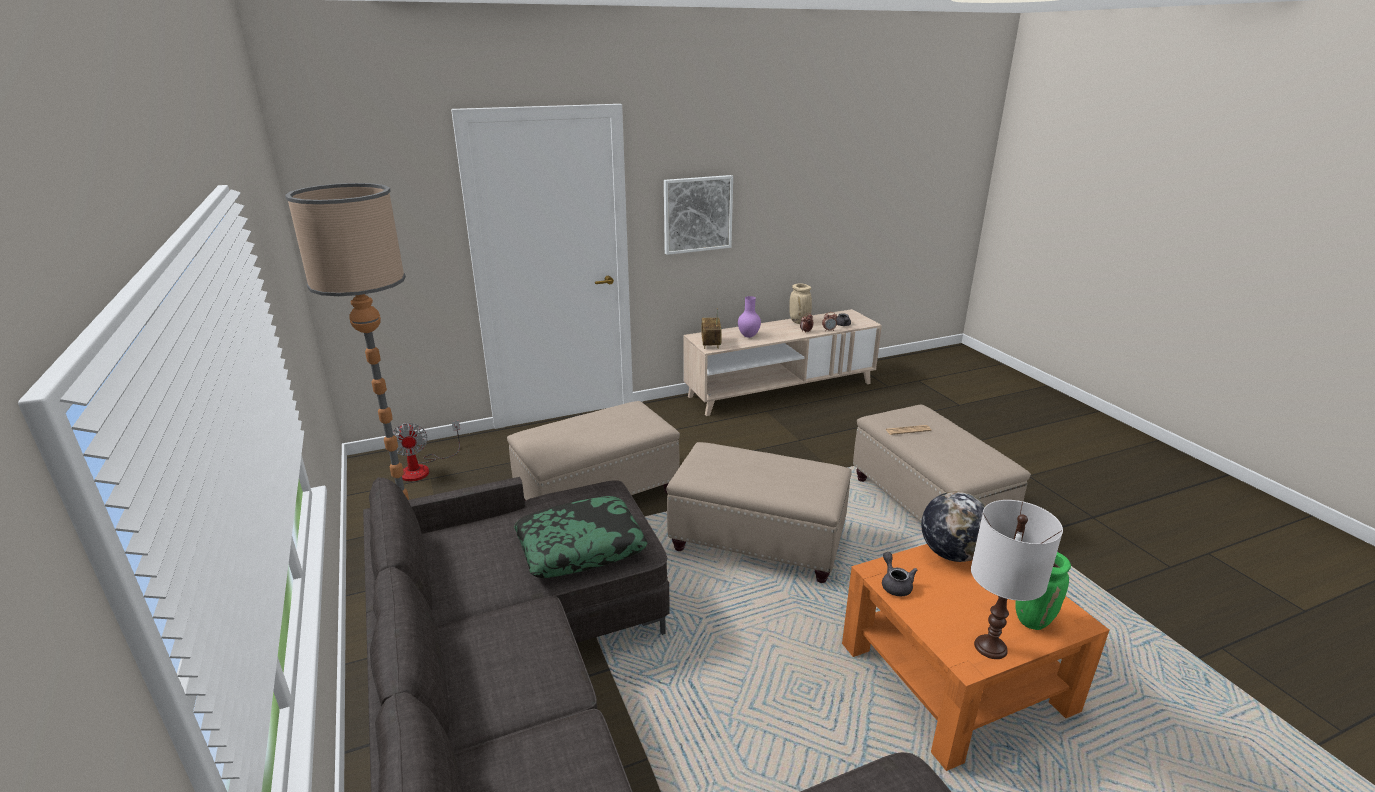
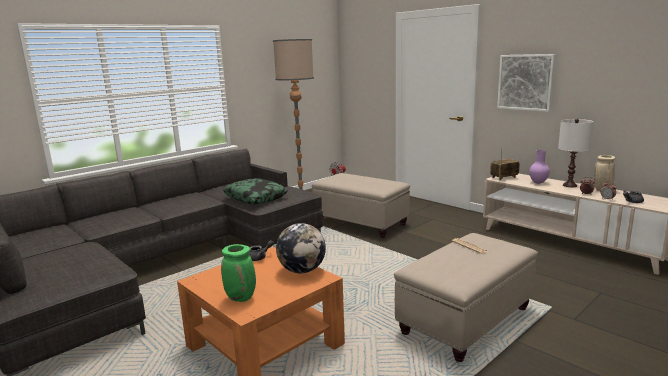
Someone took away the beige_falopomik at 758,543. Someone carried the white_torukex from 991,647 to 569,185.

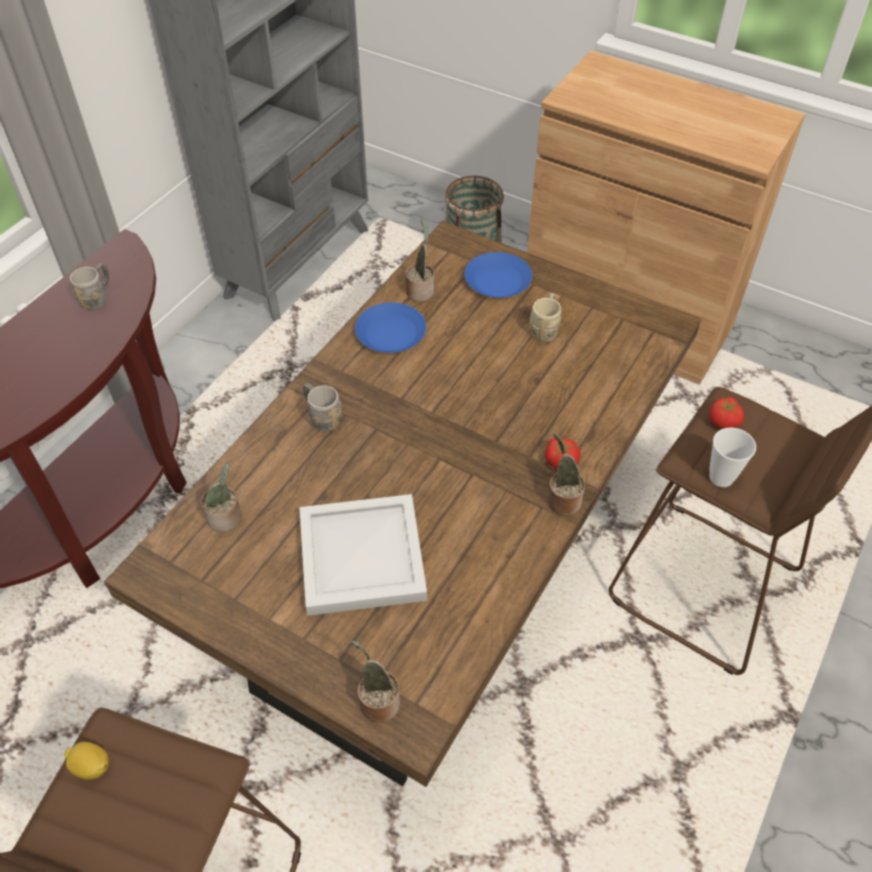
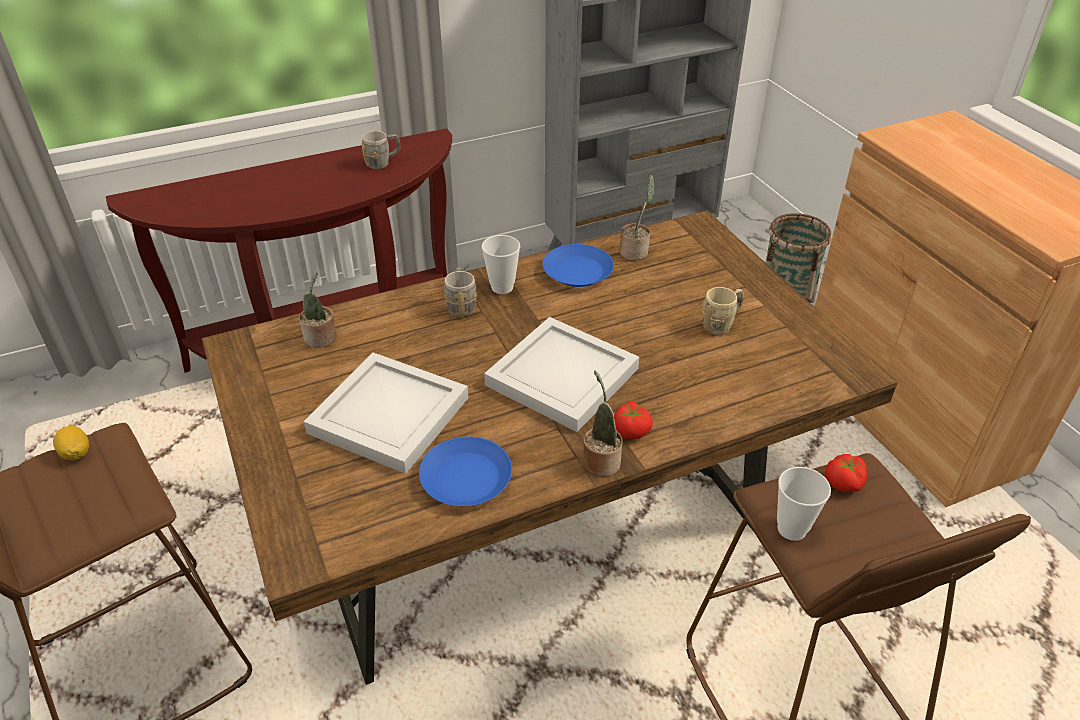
Someone took away the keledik at 377,702. Someone put down the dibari at 502,287. Someone put down the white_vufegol at 562,378. Someone carried the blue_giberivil from 498,280 to 467,477.

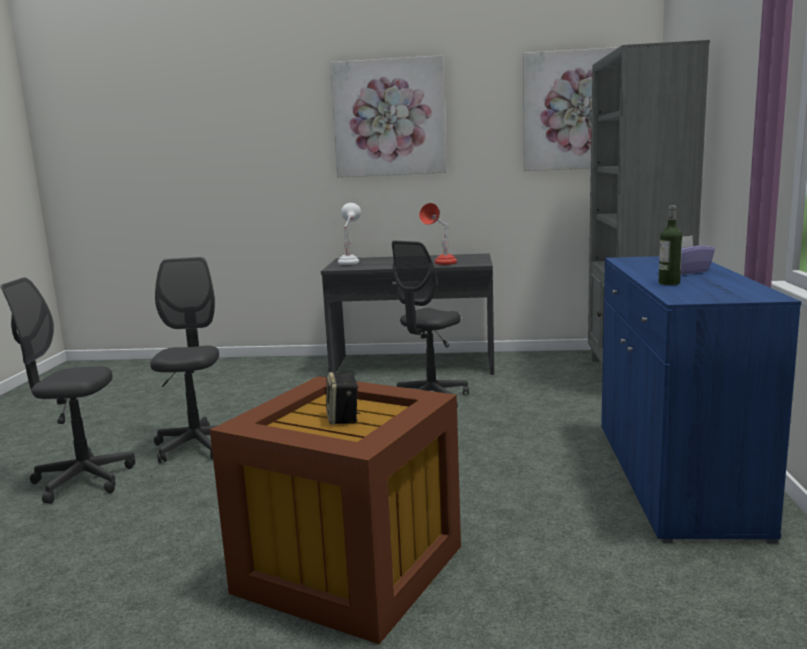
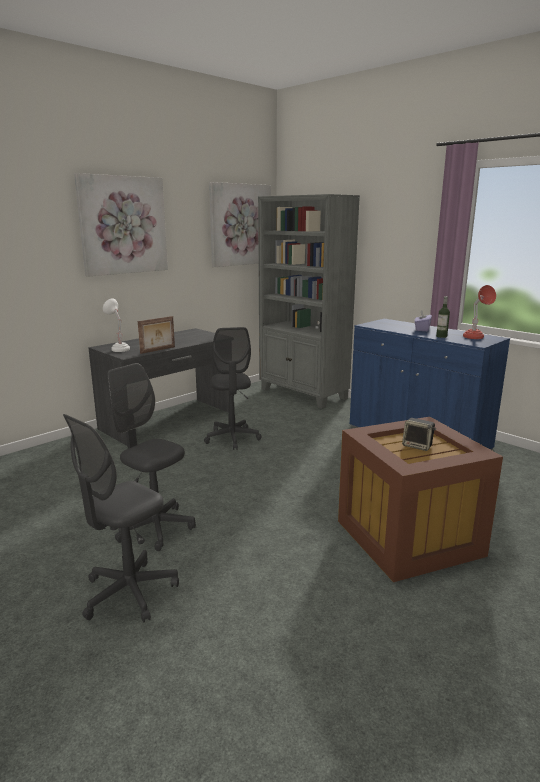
Someone put down the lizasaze at 158,350. Someone carried the red_torukex from 441,264 to 475,338.

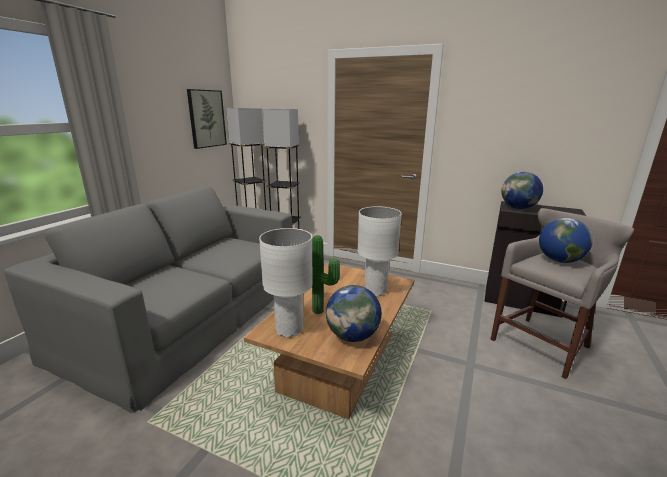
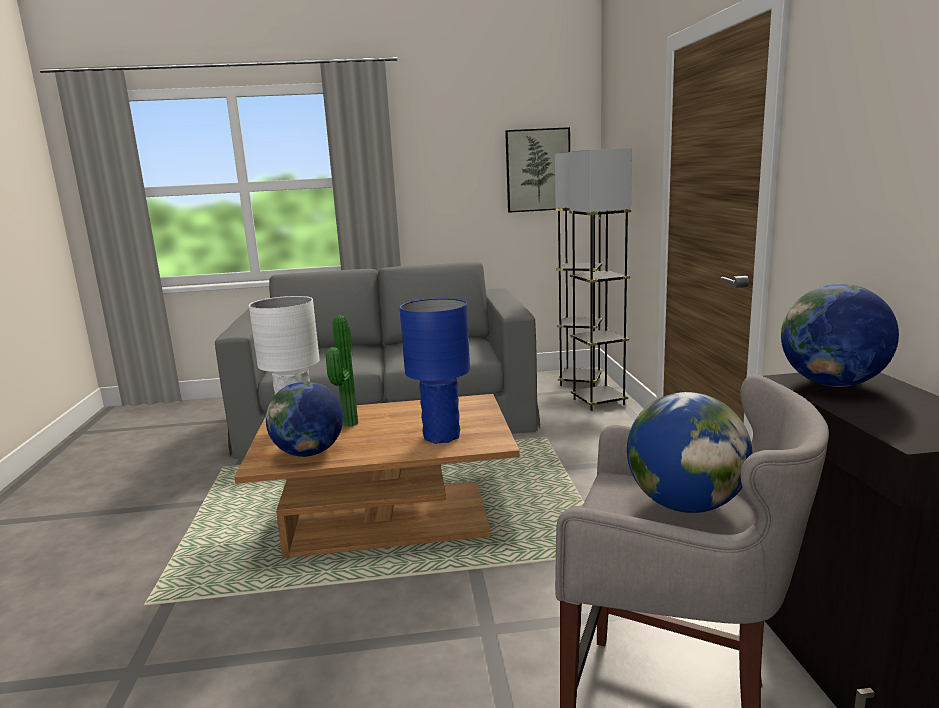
Someone repainted the white_torukex at 375,291, which became the blue_torukex at 441,436.

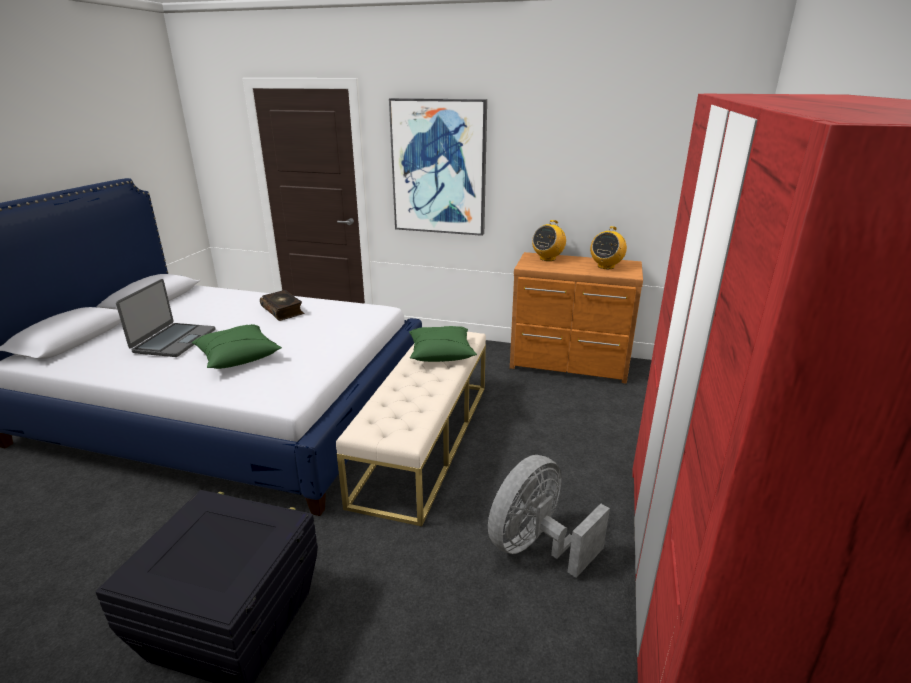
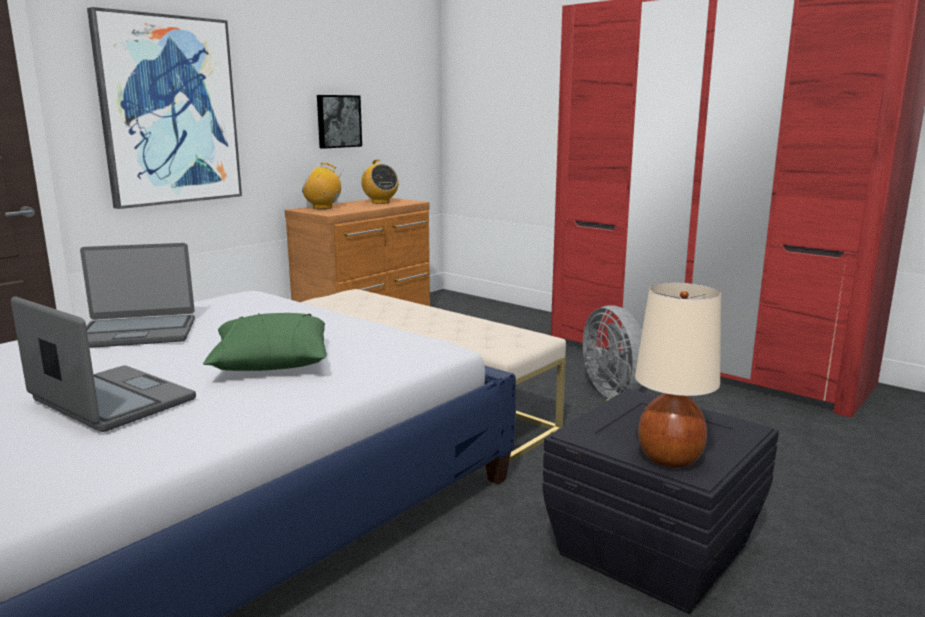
Someone took away the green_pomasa at 441,353. Someone put up the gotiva at 338,121. Someone put down the beige_torukex at 670,459. Someone swapped the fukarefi at 283,310 for the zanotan at 137,333. Someone rotated the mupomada at 547,258 by 120 degrees clockwise.

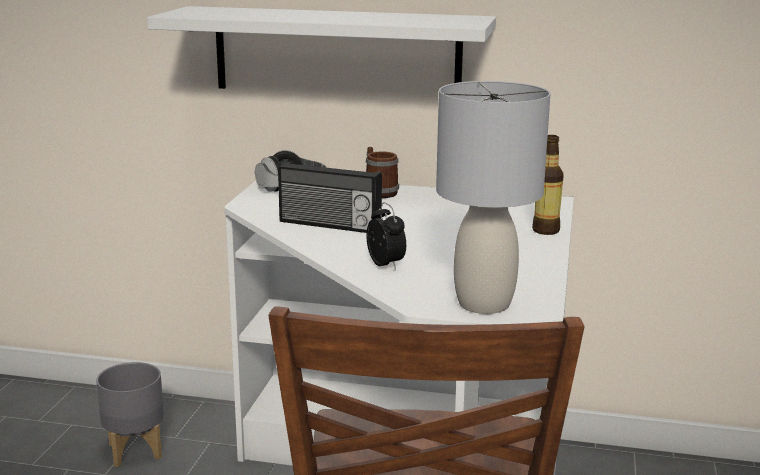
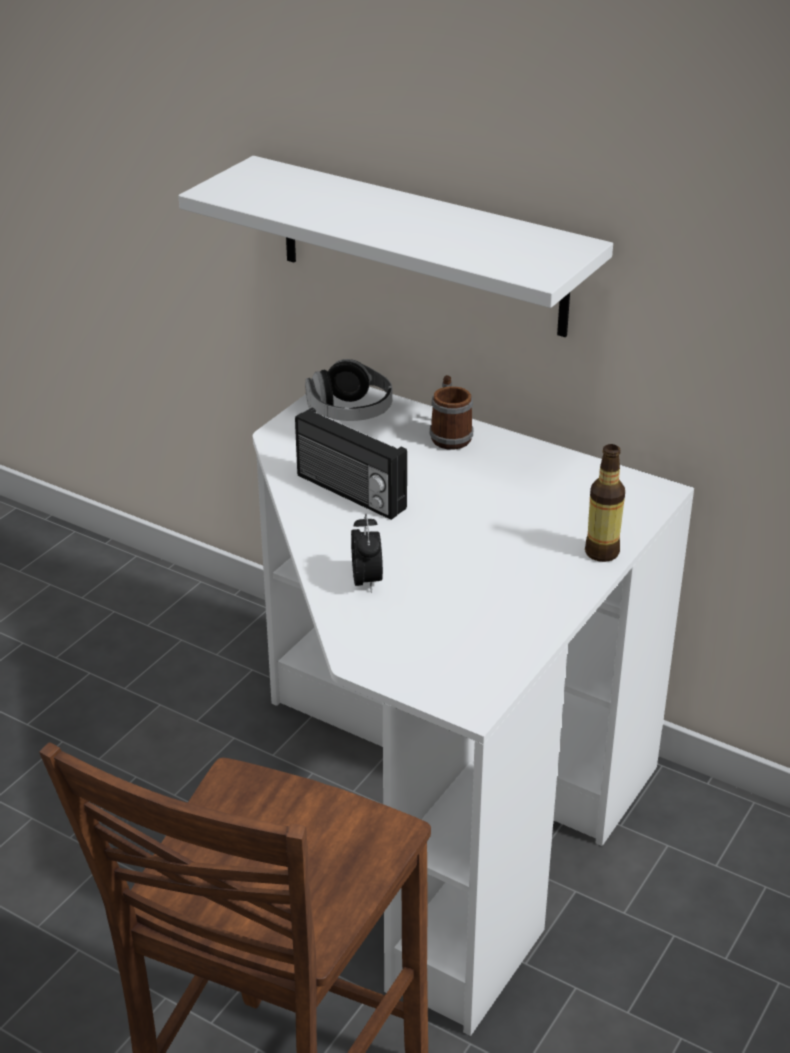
Someone took away the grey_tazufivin at 135,450. Someone took away the grey_torukex at 483,304.

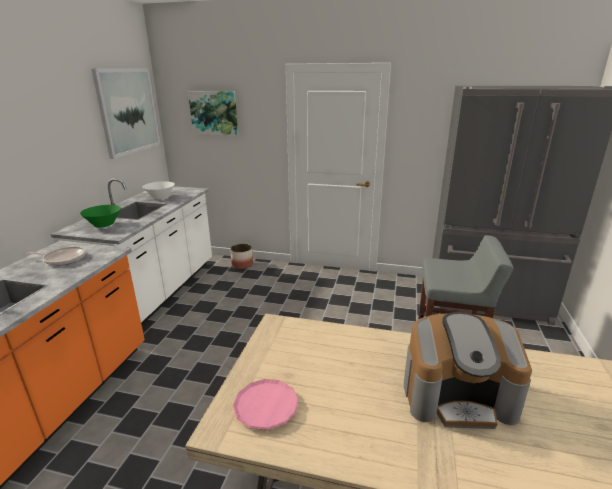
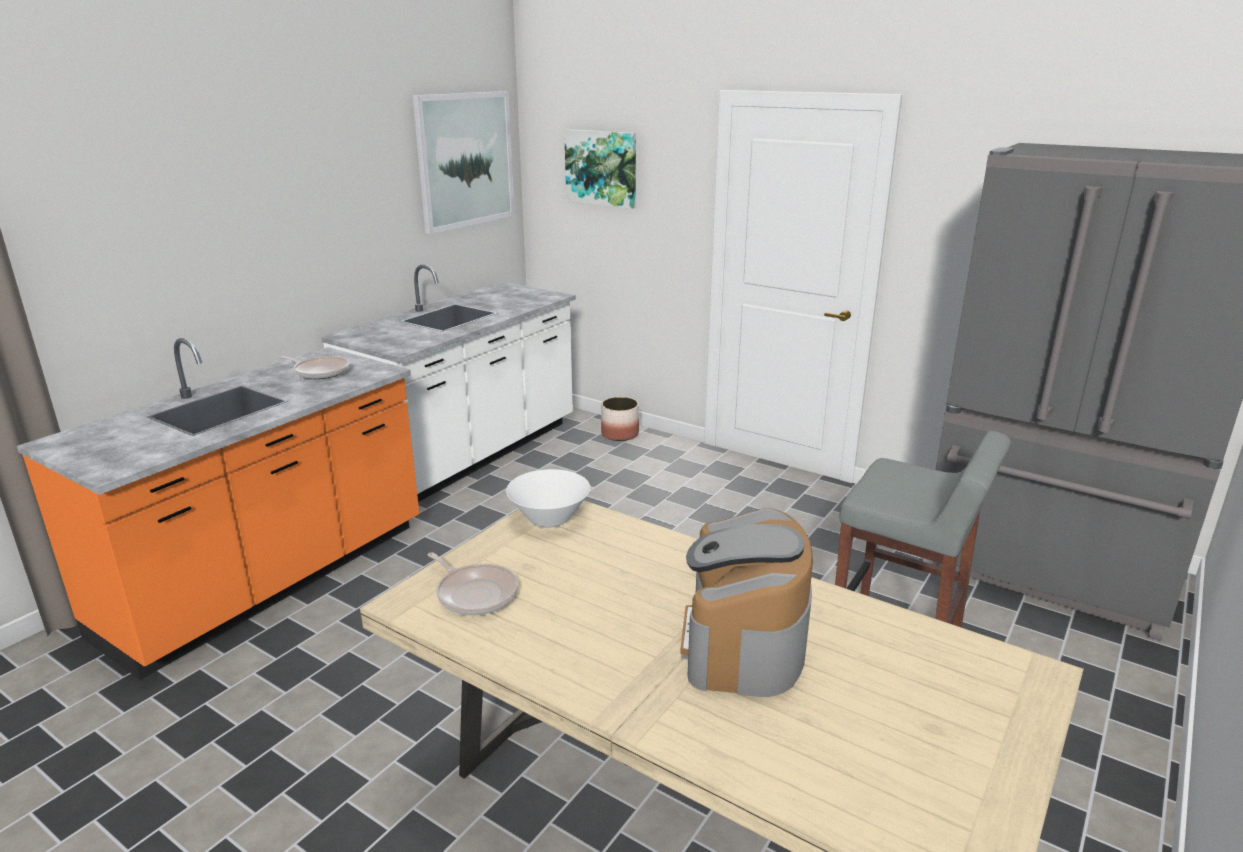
Someone took away the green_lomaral at 104,225. Someone carried the white_lomaral from 160,197 to 549,518. Someone swapped the pink_giberivil at 266,407 for the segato at 475,593. Someone rotated the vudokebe at 458,396 by 75 degrees clockwise.

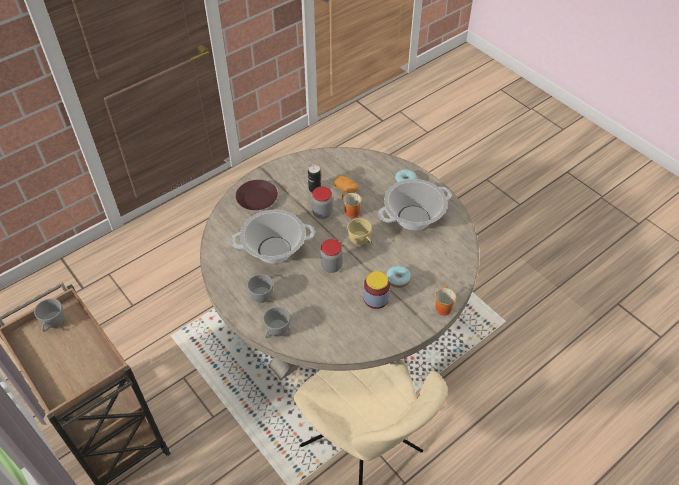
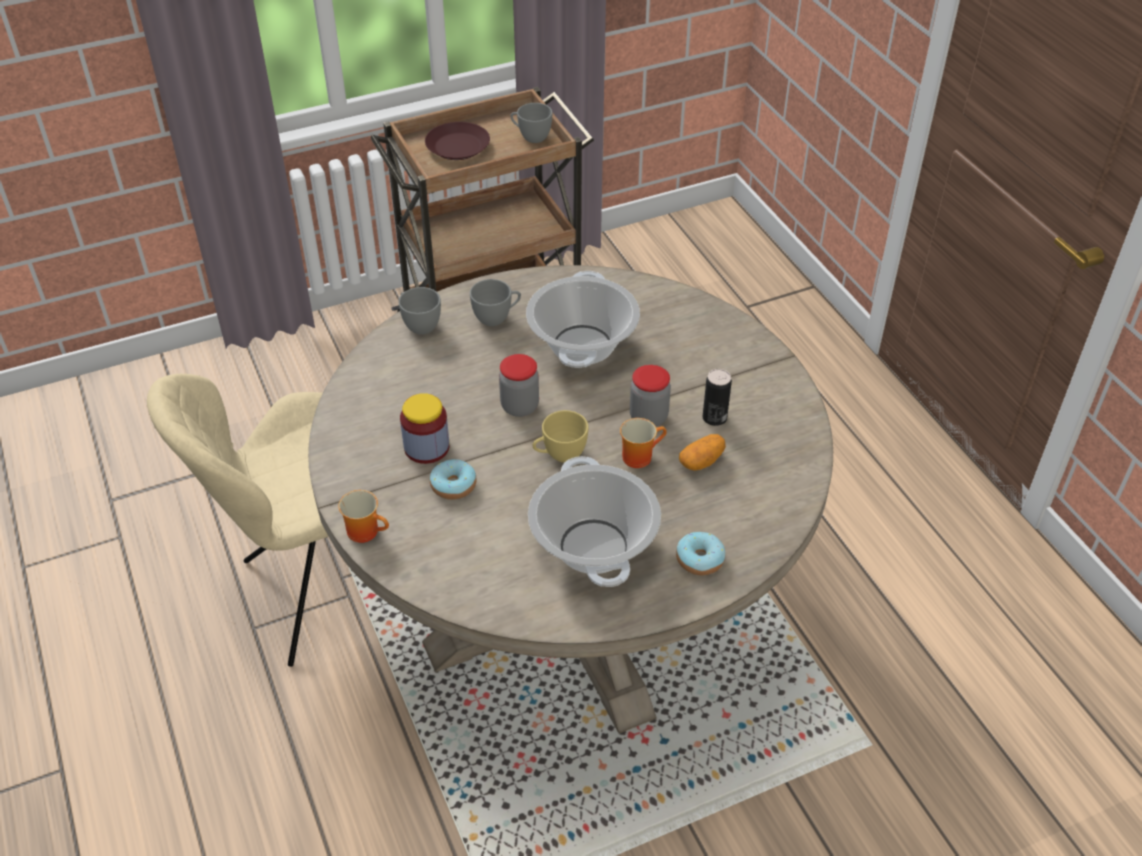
Someone carried the brown_giberivil from 257,198 to 458,147.

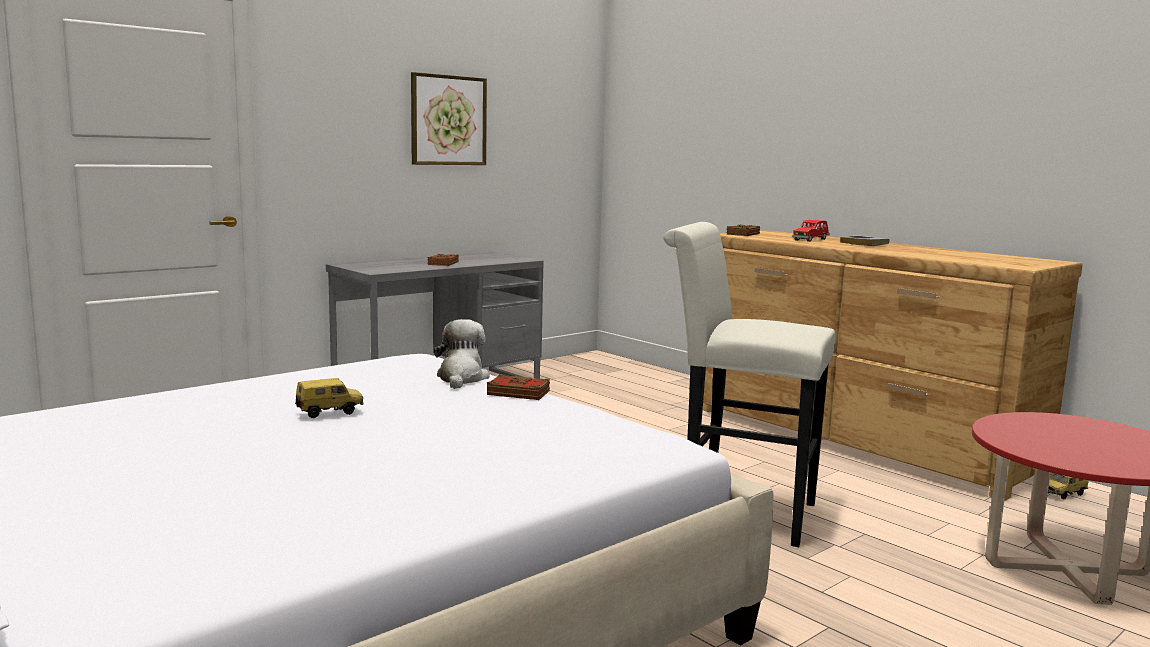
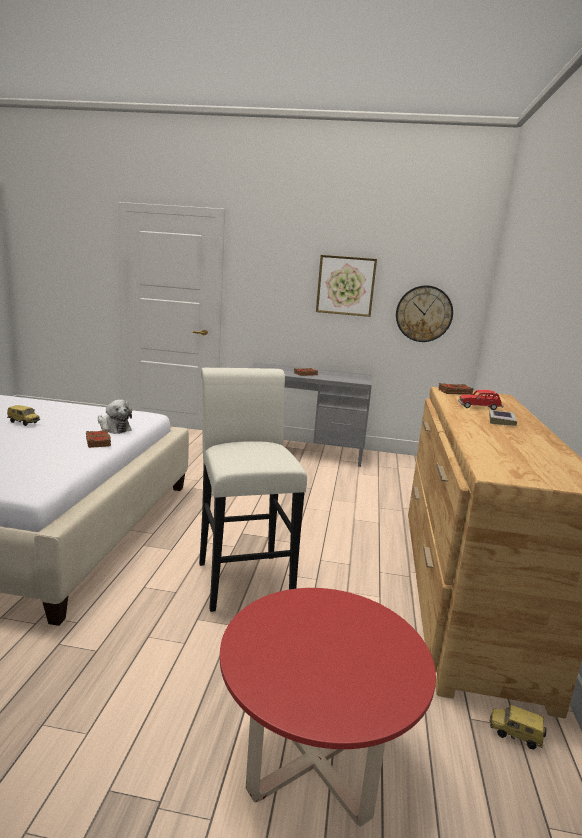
Someone put up the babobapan at 424,314. Someone rotated the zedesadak at 461,378 by 75 degrees clockwise.

